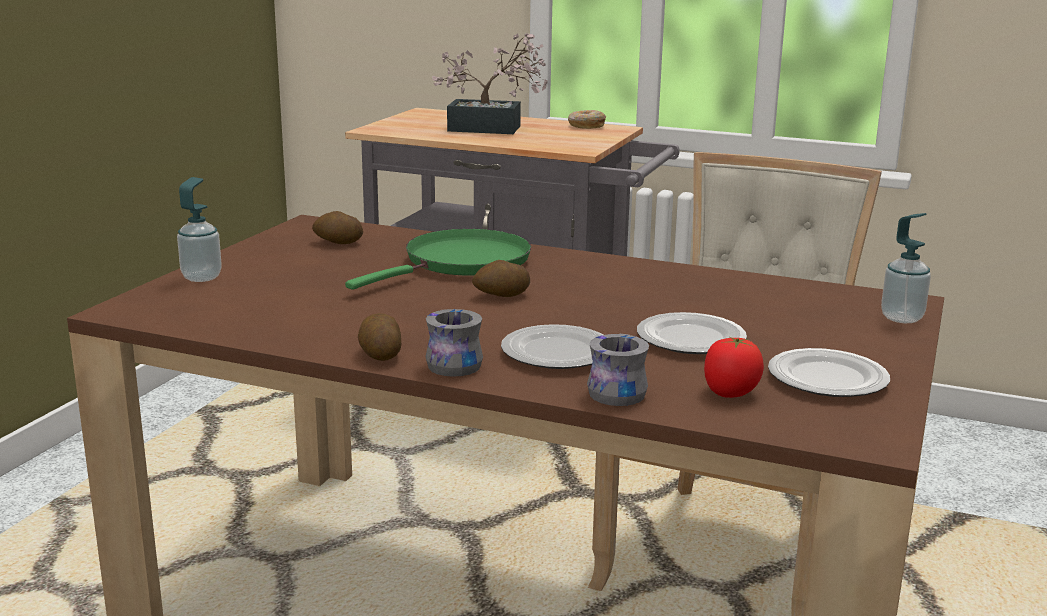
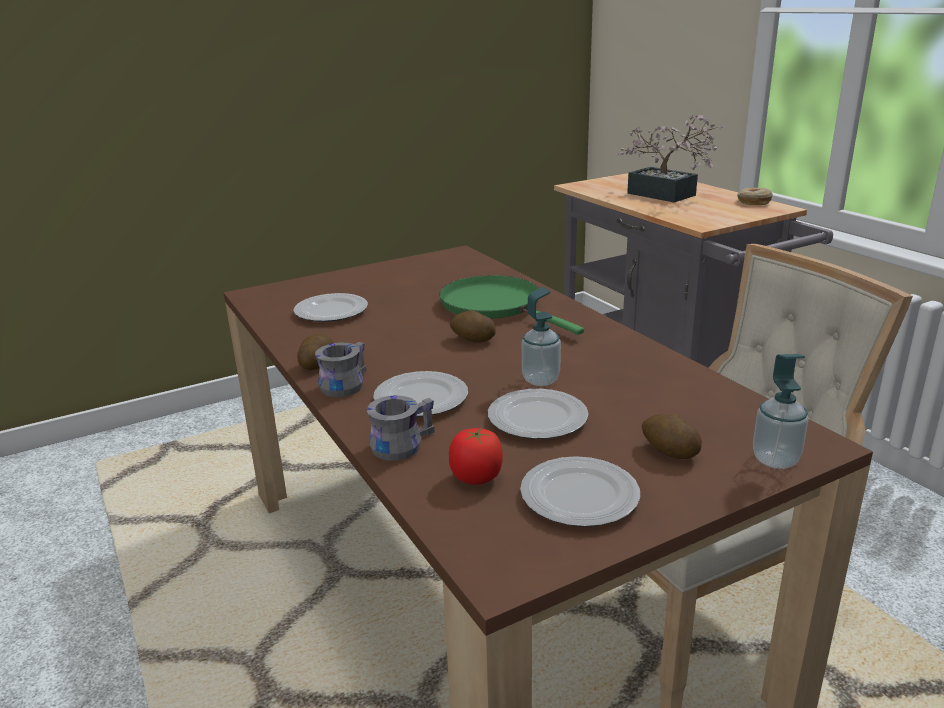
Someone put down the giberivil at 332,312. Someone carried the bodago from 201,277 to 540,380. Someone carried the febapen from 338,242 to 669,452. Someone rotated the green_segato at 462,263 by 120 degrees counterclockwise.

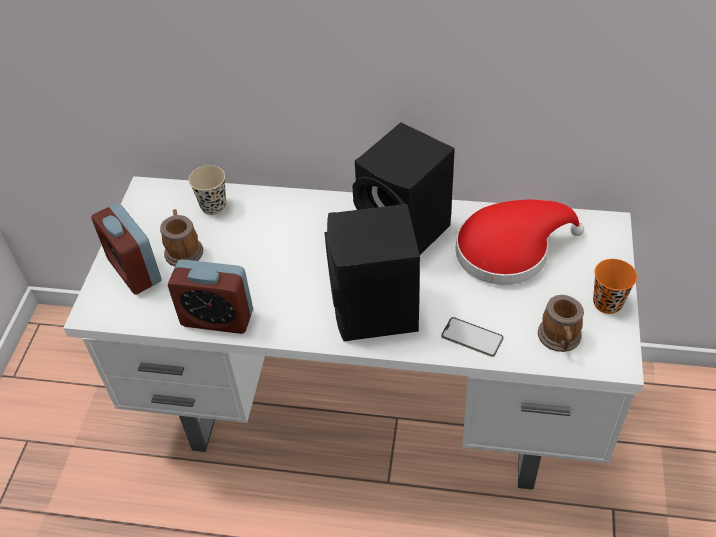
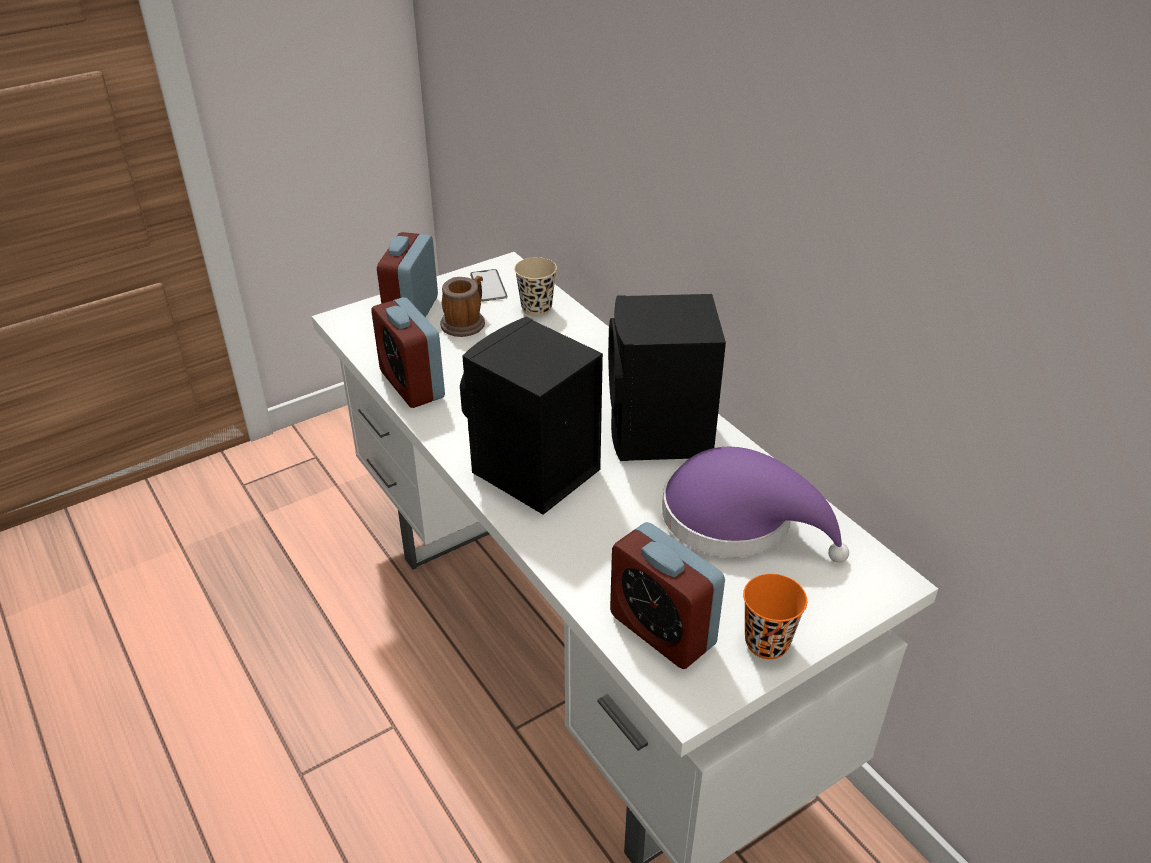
Someone carried the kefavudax from 472,337 to 488,286. Someone swapped the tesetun at 560,339 for the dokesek at 662,630. Someone repainted the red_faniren at 509,250, which became the purple_faniren at 738,520.

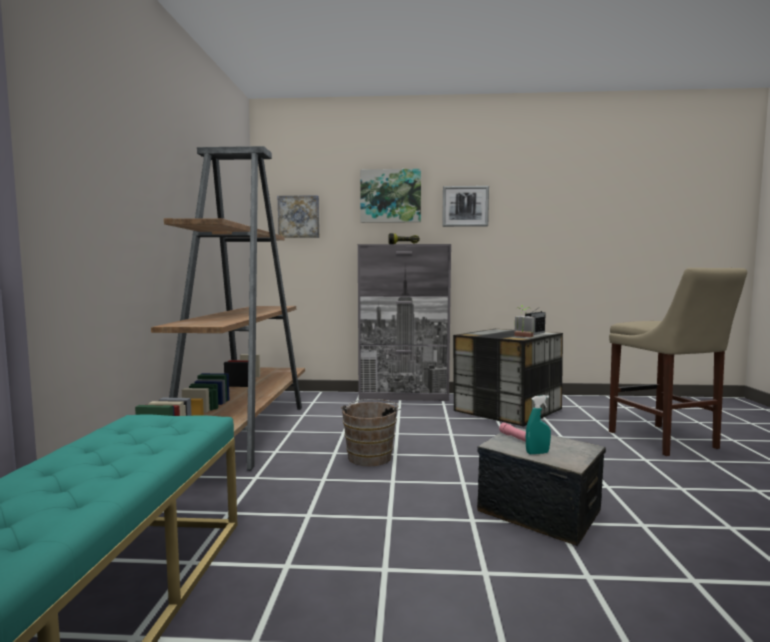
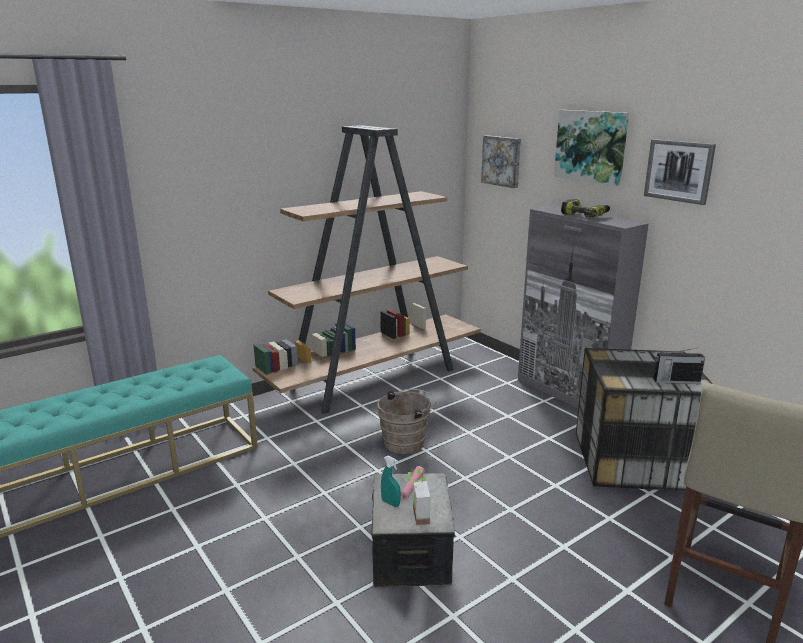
Someone carried the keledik from 522,336 to 415,516.

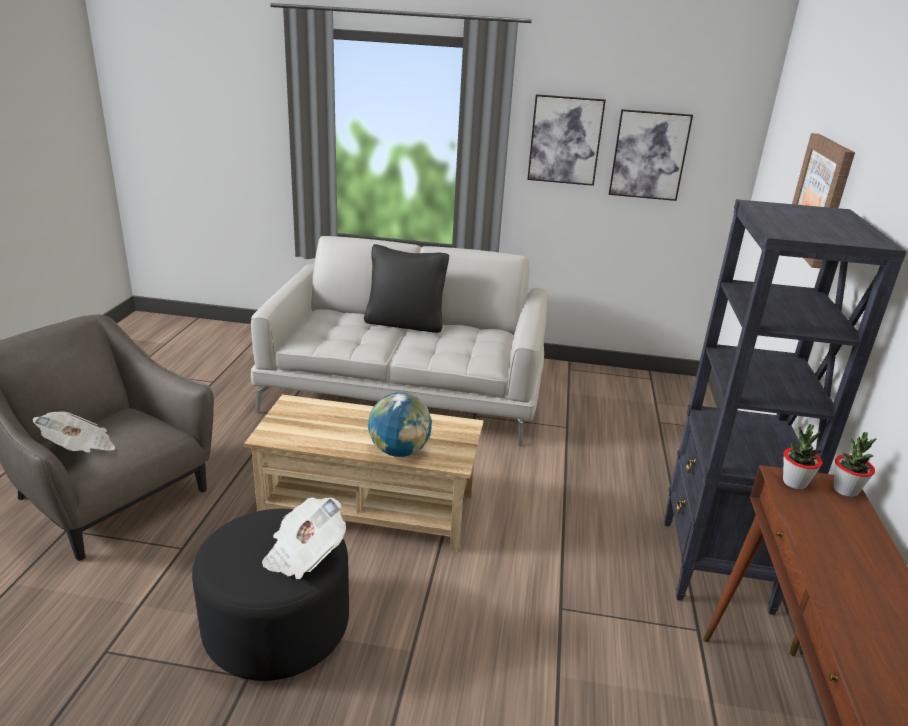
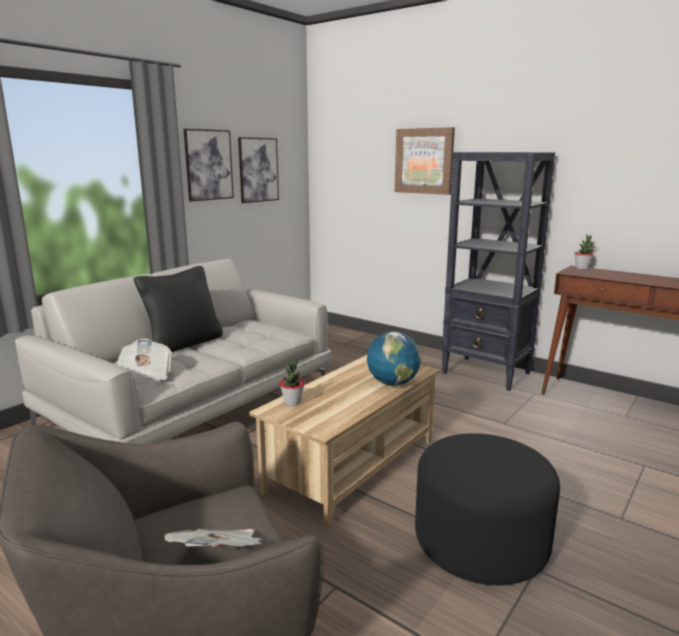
Someone carried the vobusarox from 304,554 to 145,377. Someone carried the keledik from 794,483 to 292,402.

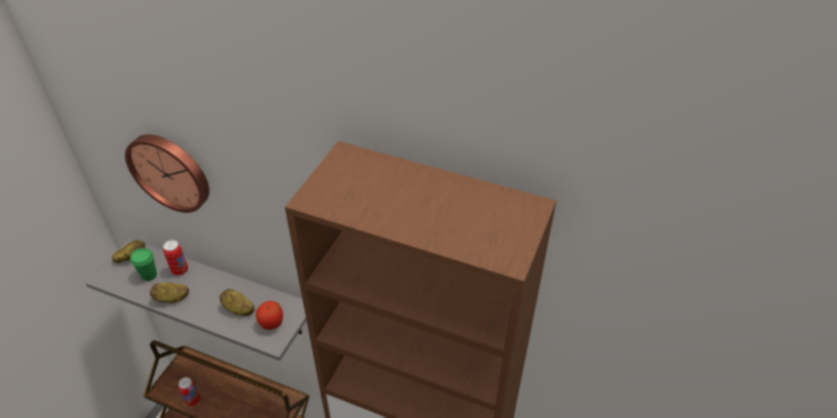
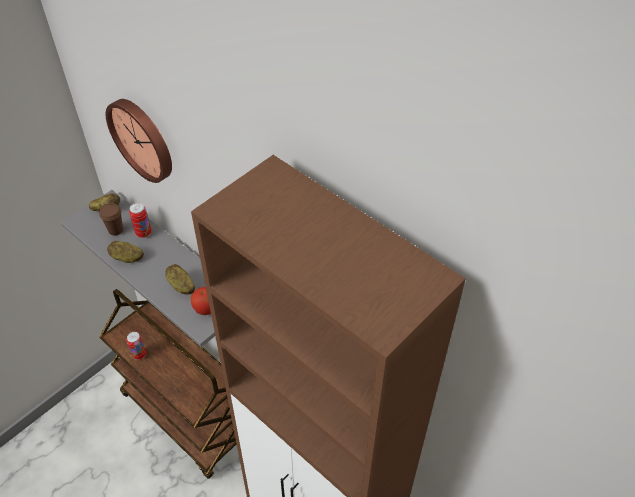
Someone repainted the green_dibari at 149,275, which became the brown_dibari at 115,230.

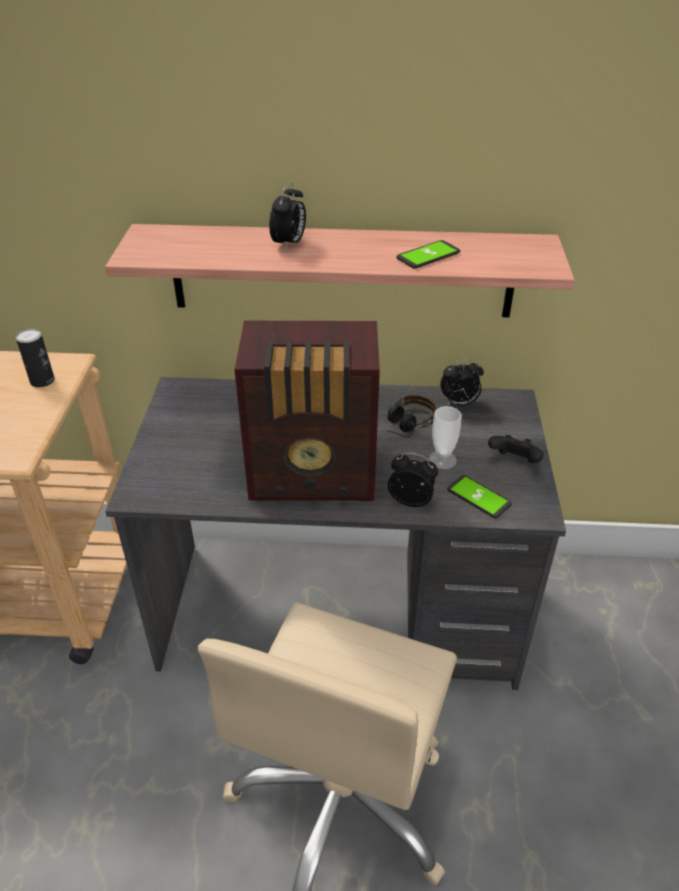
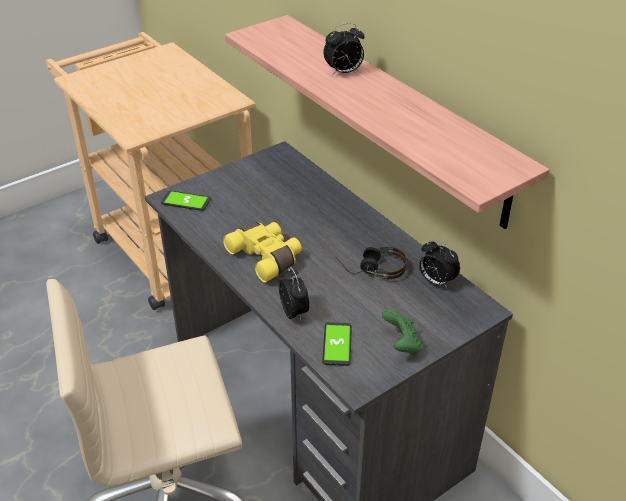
Someone took away the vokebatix at 42,381. Someone took away the dibari at 442,460. Someone carried the kefavudax from 428,256 to 186,201. Someone swapped the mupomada at 315,477 for the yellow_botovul at 267,257. Someone repainted the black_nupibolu at 514,462, which became the green_nupibolu at 402,345.

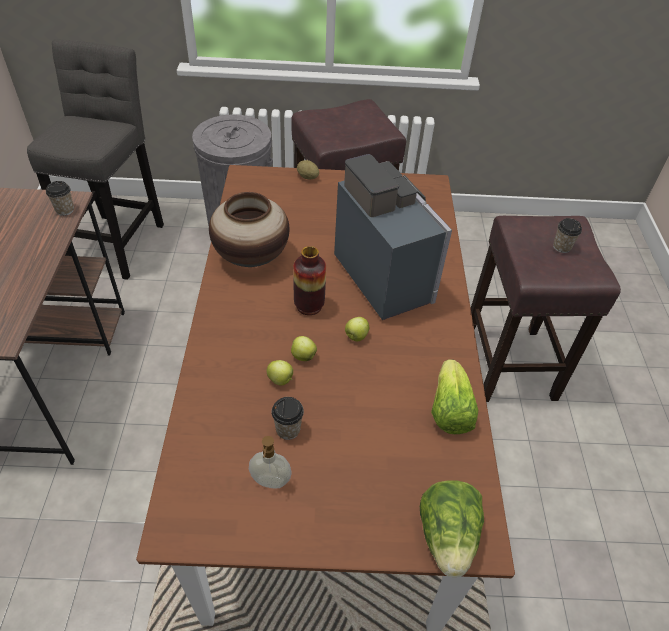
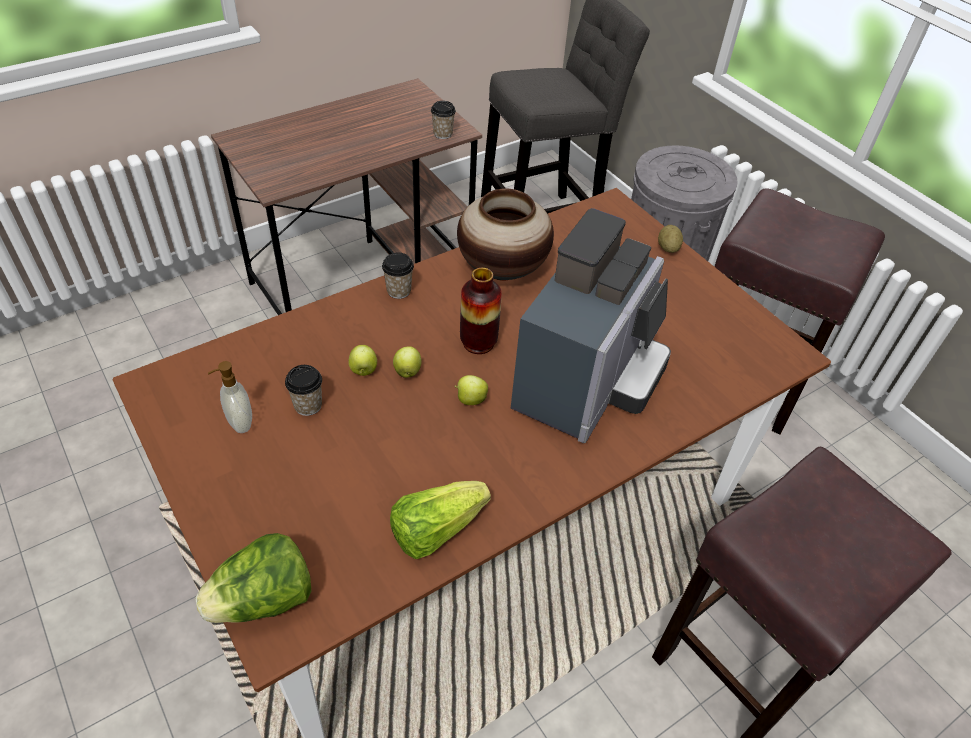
Someone carried the dibari from 561,247 to 399,291.

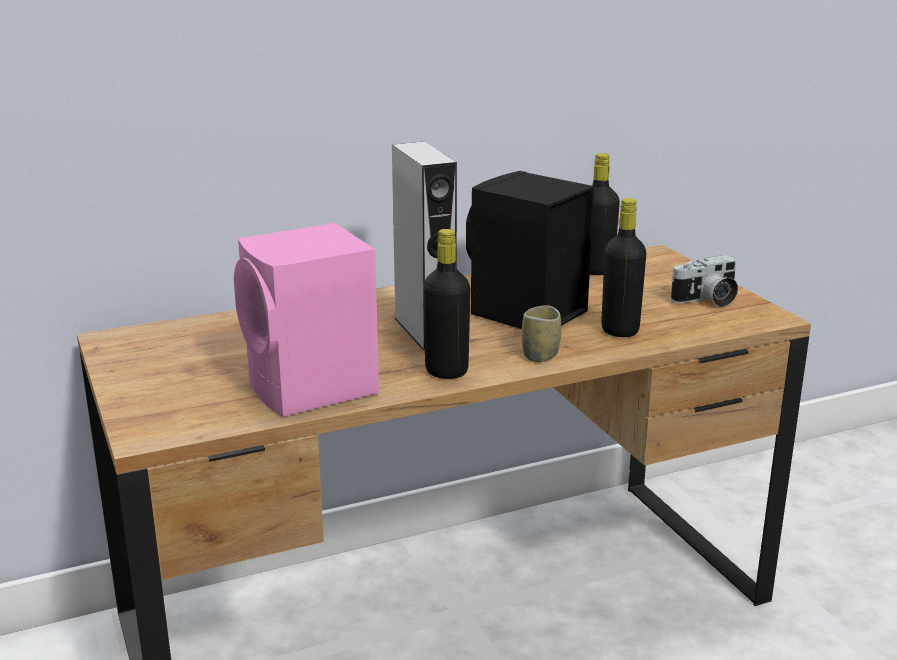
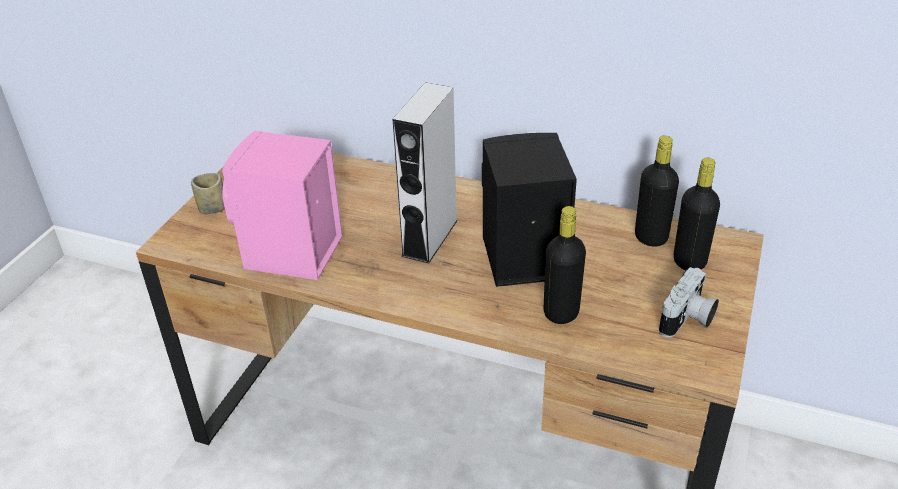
Someone carried the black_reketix from 446,371 to 689,261. Someone carried the dibari from 540,355 to 212,208. Someone rotated the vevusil at 707,300 by 75 degrees counterclockwise.

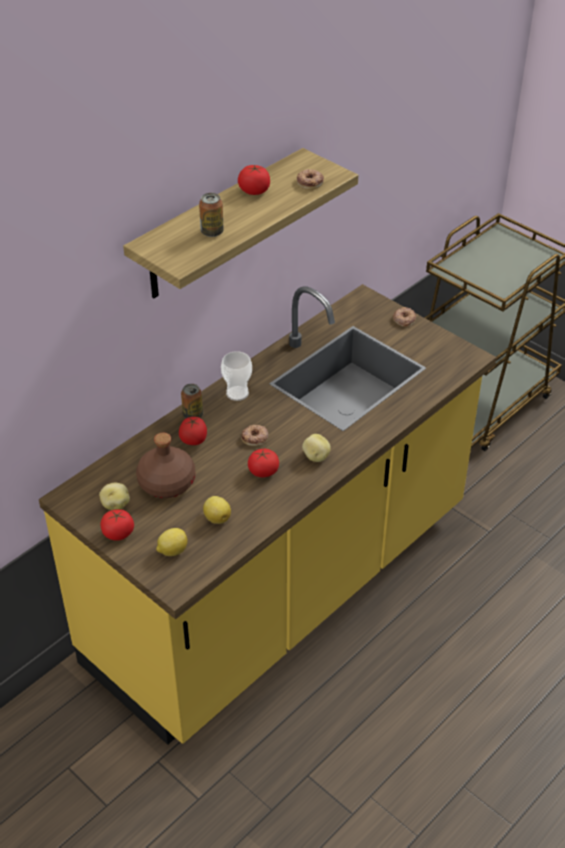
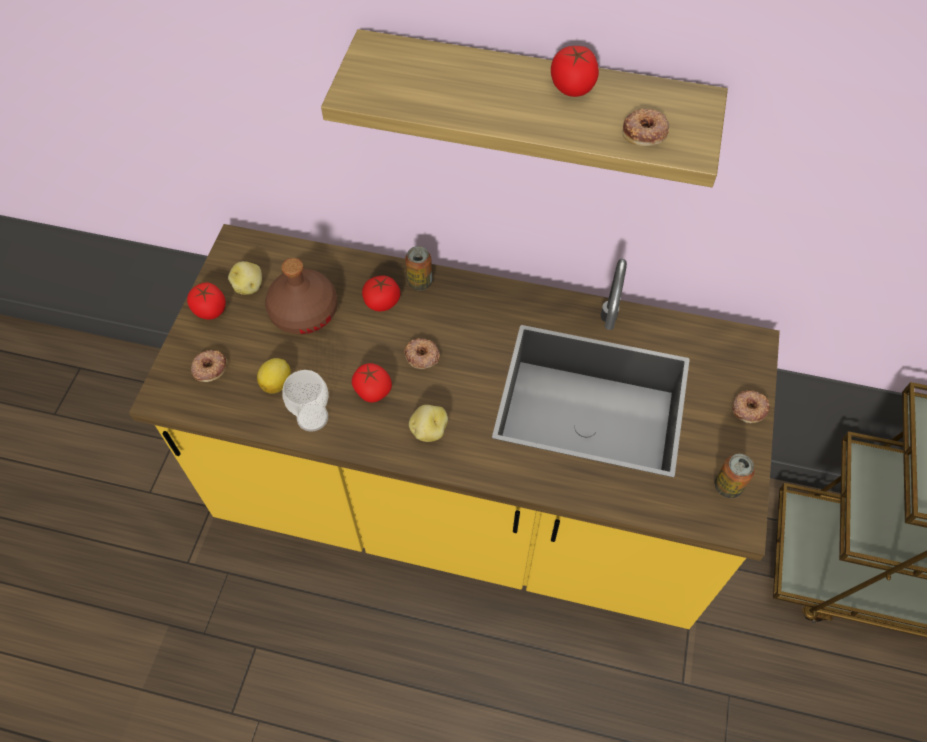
Someone carried the vokebatix from 212,232 to 728,486. Someone carried the dibari from 237,393 to 312,417. Someone swapped the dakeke at 172,551 for the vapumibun at 209,367.

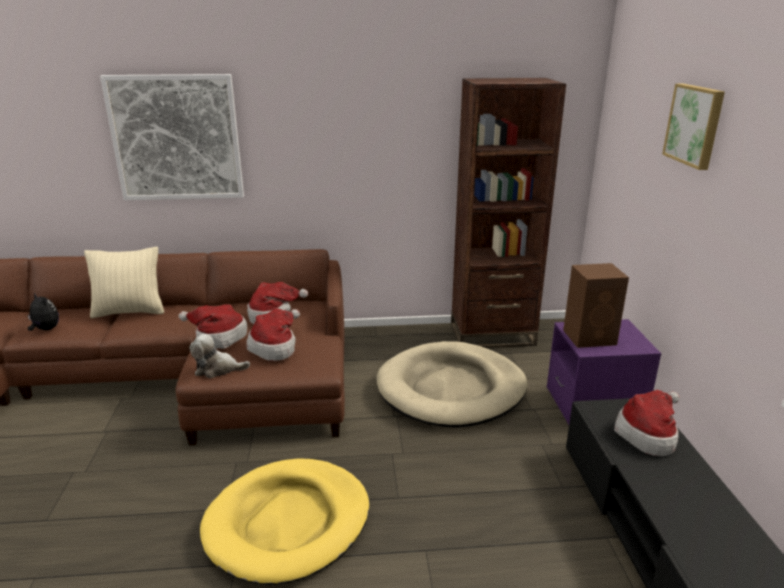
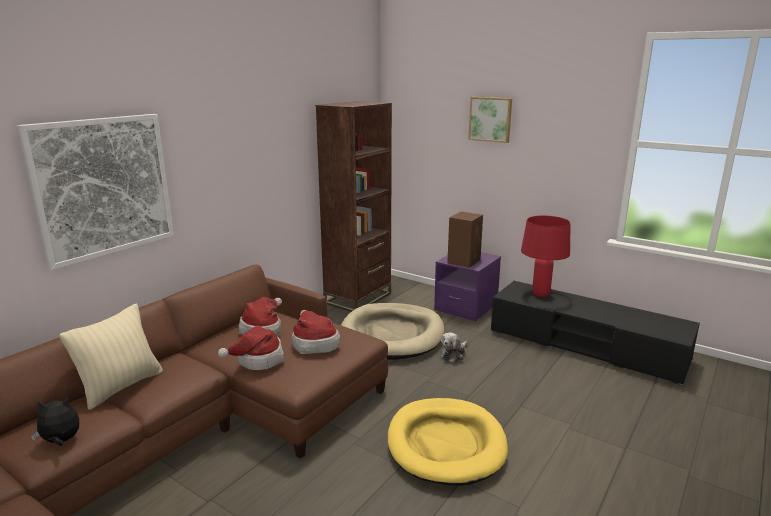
Someone carried the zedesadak from 217,369 to 454,354. Someone swapped the faniren at 648,434 for the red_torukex at 540,294.

